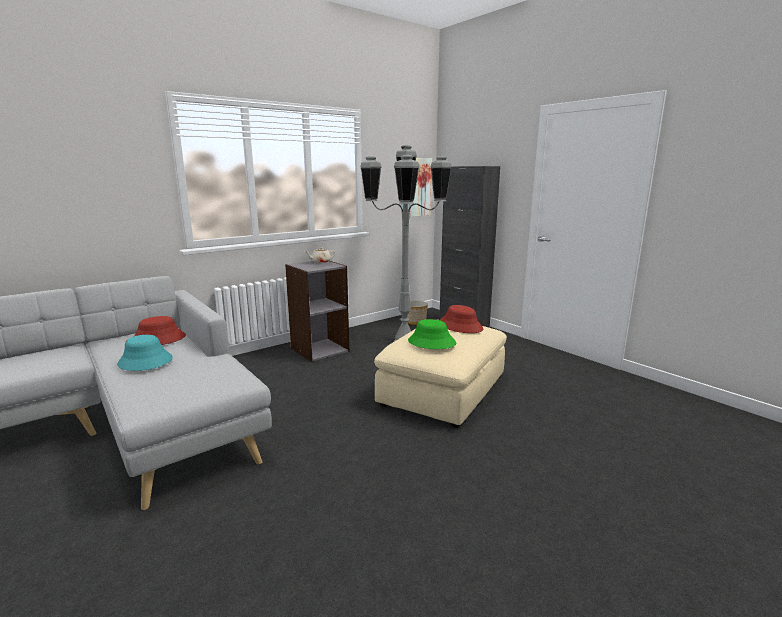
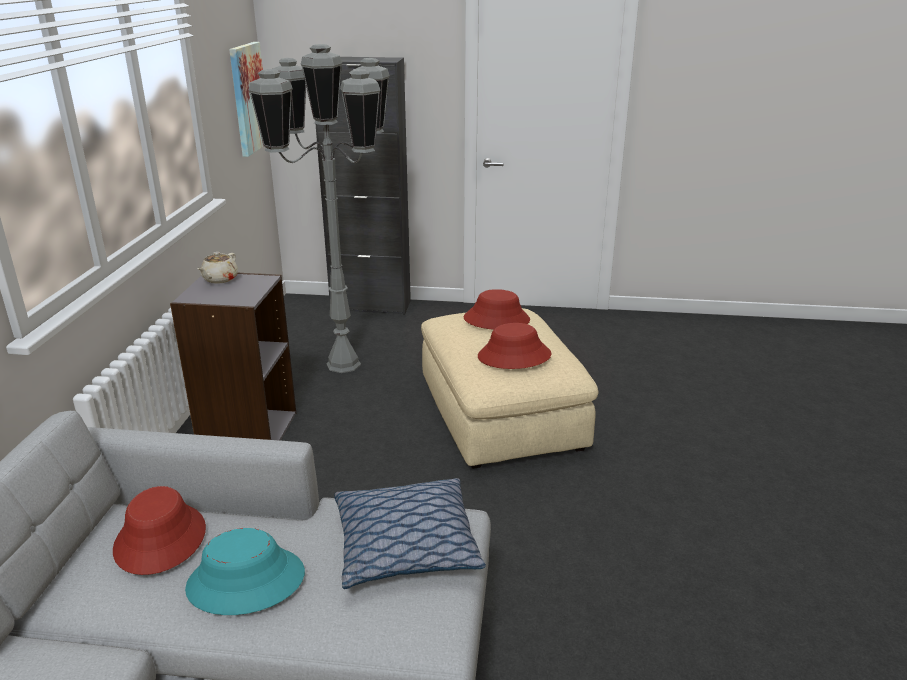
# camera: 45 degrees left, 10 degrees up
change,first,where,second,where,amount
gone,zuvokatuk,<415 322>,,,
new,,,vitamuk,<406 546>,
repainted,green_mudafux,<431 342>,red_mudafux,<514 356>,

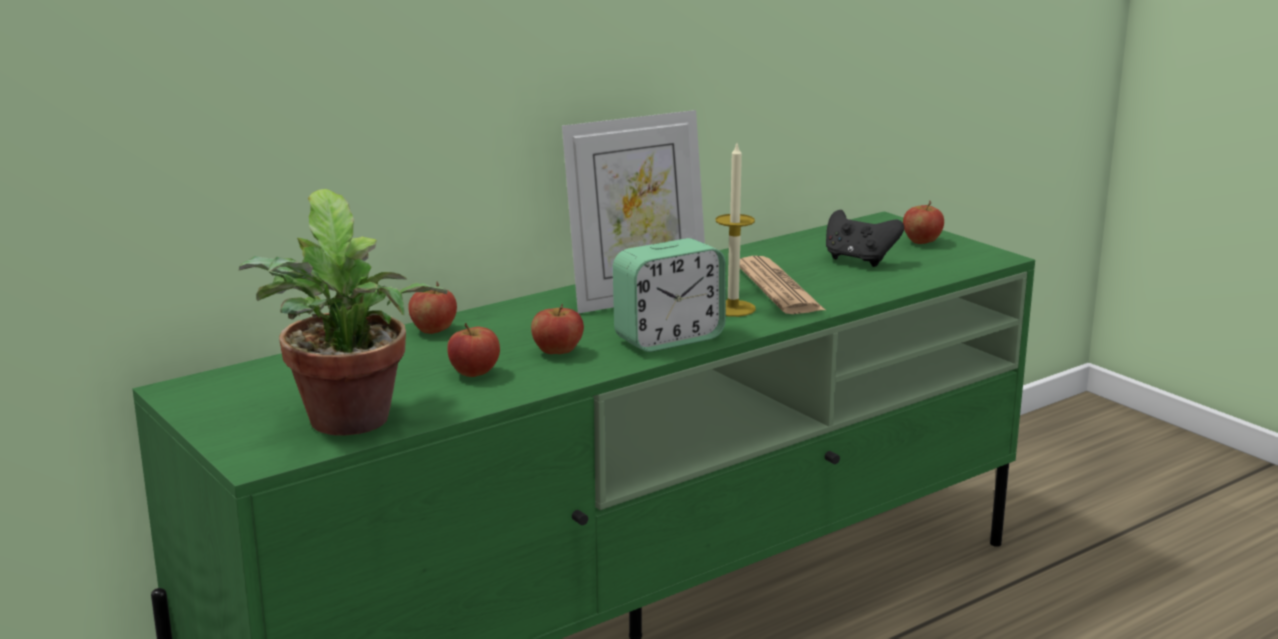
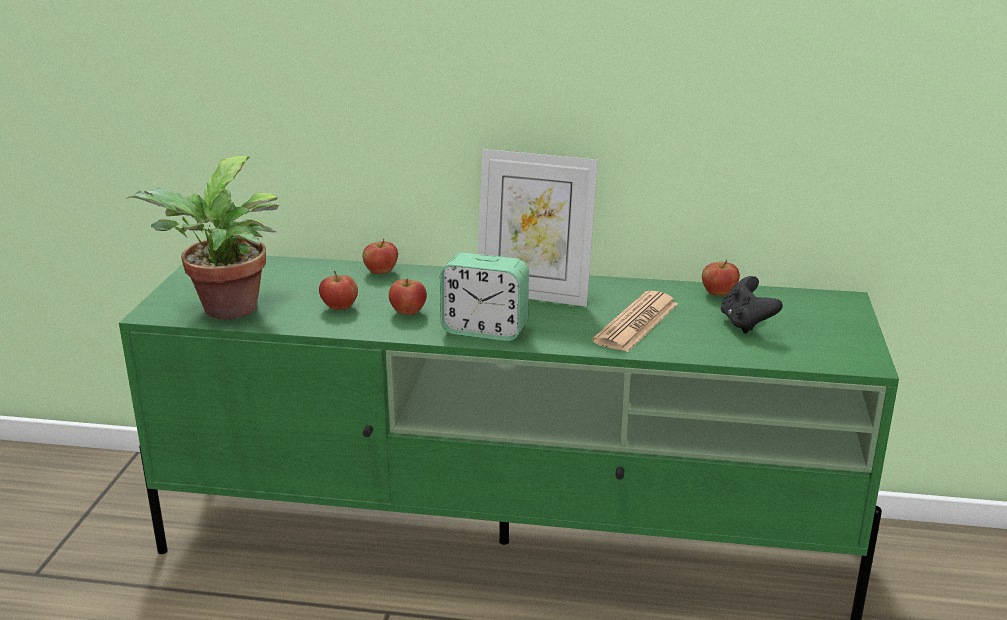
# camera: 45 degrees right, 5 degrees up
change,first,where,second,where,amount
gone,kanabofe,<733 308>,,,
shifted,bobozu,<921 242>,,<718 293>,

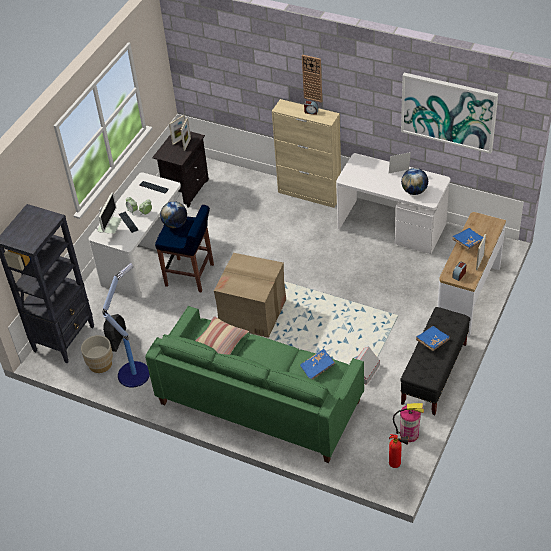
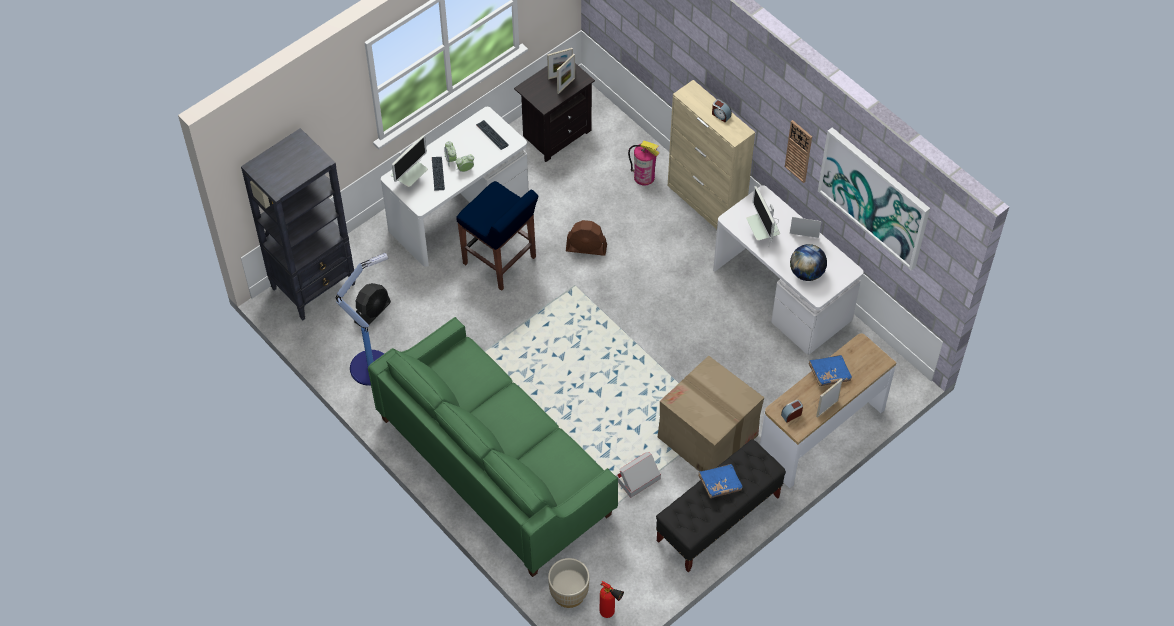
# camera: 20 degrees right, 10 degrees up
change,first,where,second,where,amount
gone,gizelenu,<175 224>,,,
gone,vitamuk,<221 341>,,,
gone,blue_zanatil,<317 368>,,,
new,,,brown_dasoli,<586 248>,
new,,,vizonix,<763 235>,
shifted,beige_zuvokatuk,<100 364>,,<568 593>,
shifted,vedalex,<253 312>,,<708 436>,
shifted,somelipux,<312 78>,,<798 151>,
shifted,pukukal,<409 434>,,<644 177>,

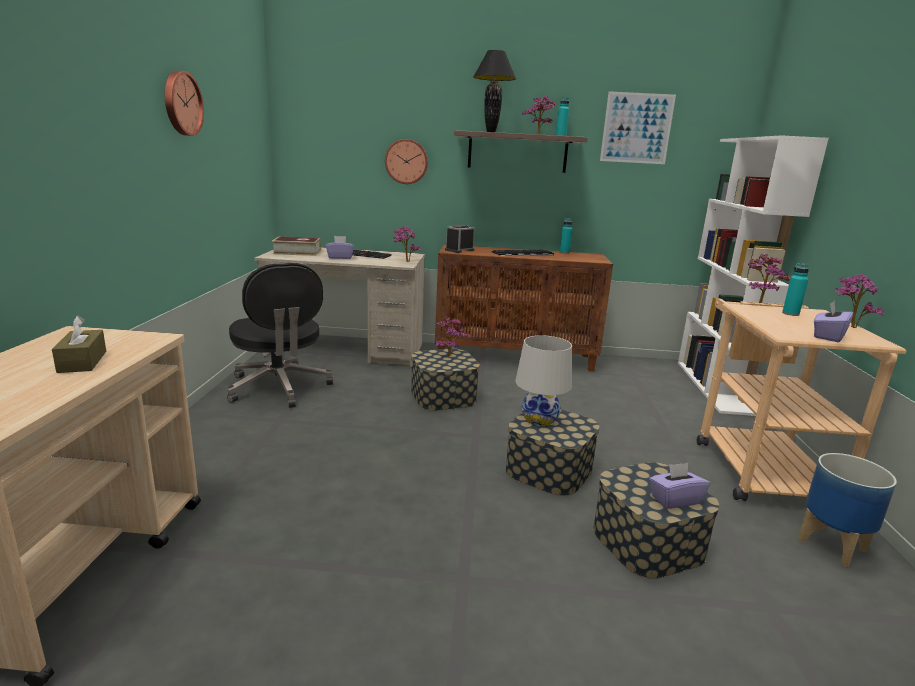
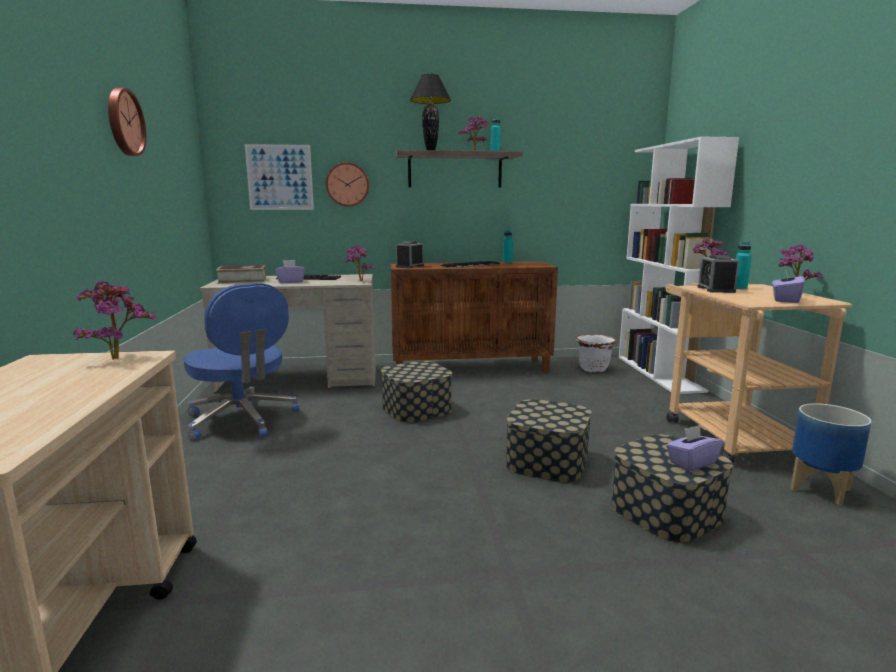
# camera: 10 degrees left, 5 degrees down
change,first,where,second,where,amount
gone,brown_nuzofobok,<82 361>,,,
gone,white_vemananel,<539 419>,,,
new,,,white_zuvokatuk,<593 369>,
new,,,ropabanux,<716 289>,
shifted,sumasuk,<449 355>,,<118 357>,
shifted,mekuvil,<636 128>,,<280 177>,
repainted,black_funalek,<279 388>,blue_funalek,<242 420>,

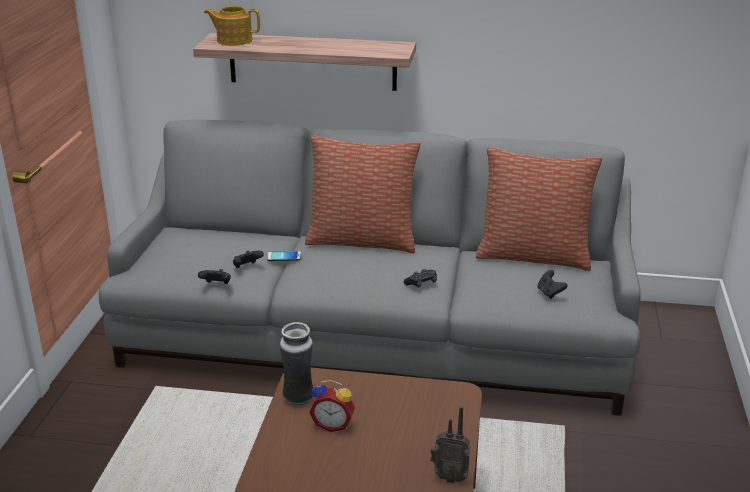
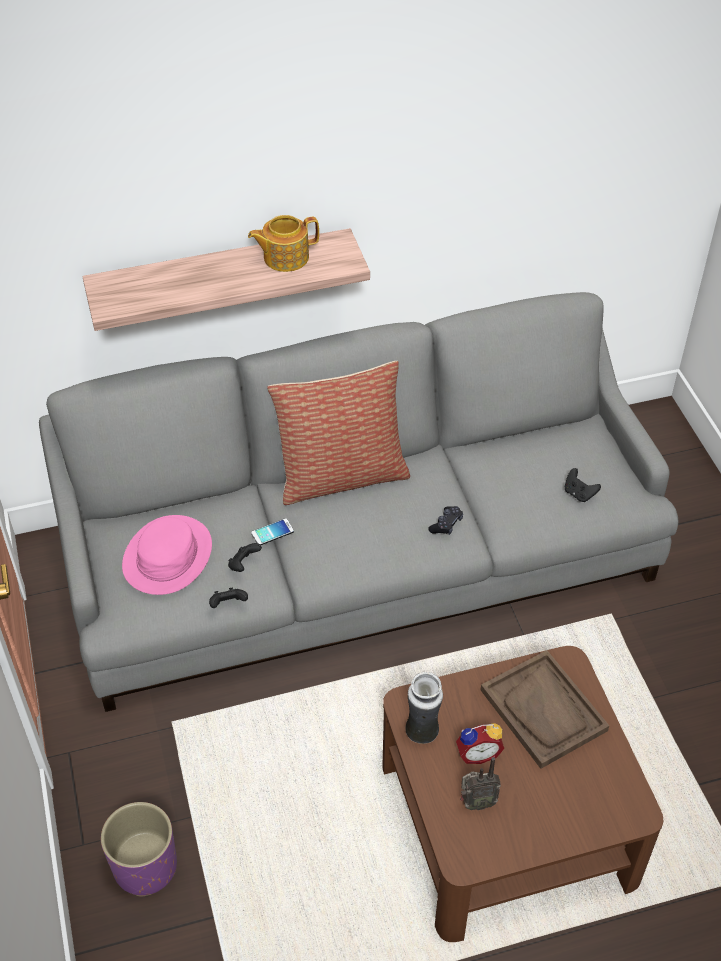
# camera: 25 degrees left, 20 degrees up
change,first,where,second,where,amount
gone,vitamuk,<533 255>,,,
new,,,purple_zuvokatuk,<145 866>,
new,,,pink_mudafux,<167 556>,
new,,,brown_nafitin,<543 710>,
shifted,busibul,<233 40>,,<285 257>,
shifted,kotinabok,<449 477>,,<476 803>,

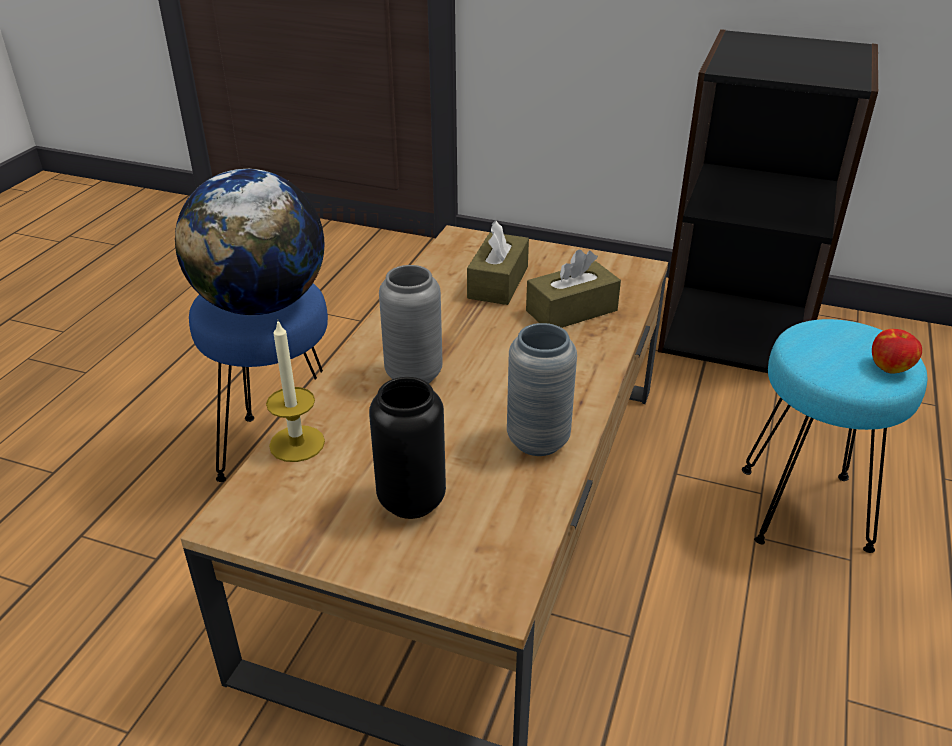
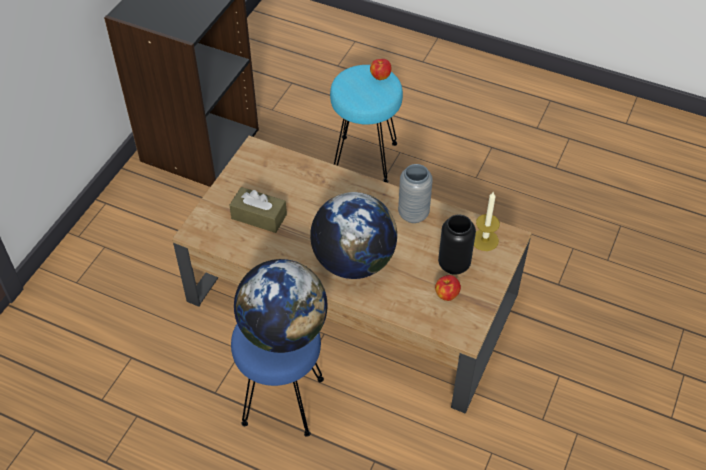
# camera: 85 degrees left, 15 degrees up
change,first,where,second,where,amount
gone,brown_nuzofobok,<571 311>,,,
new,,,bobozu,<446 294>,
shifted,kanabofe,<297 443>,,<485 240>,
swapped,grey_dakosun,<414 375>,gizelenu,<353 261>,

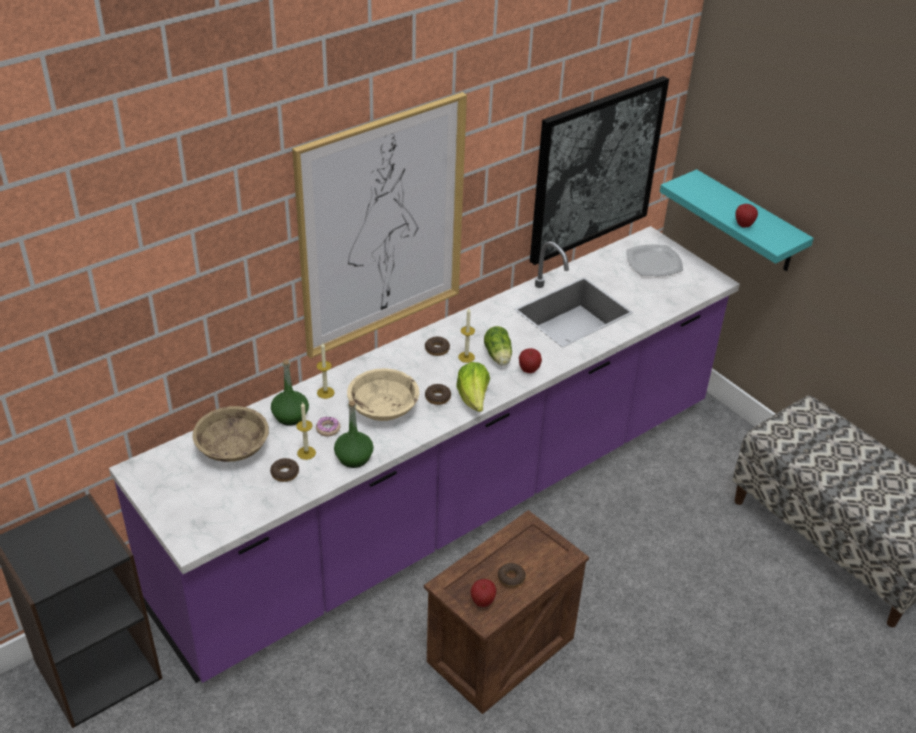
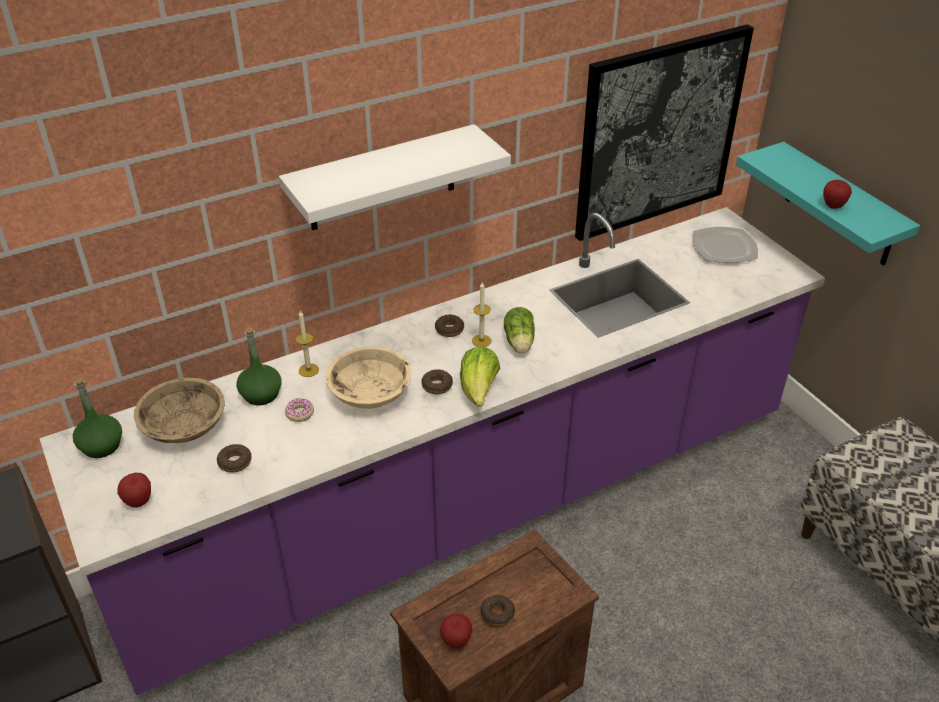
# camera: 10 degrees right, 0 degrees up
change,first,where,second,where,amount
gone,kanabofe,<306 453>,,,
shifted,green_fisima,<354 458>,,<101 446>,
shifted,bobozu,<529 370>,,<139 502>,
swapped,mekuvil,<382 227>,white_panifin,<382 179>,

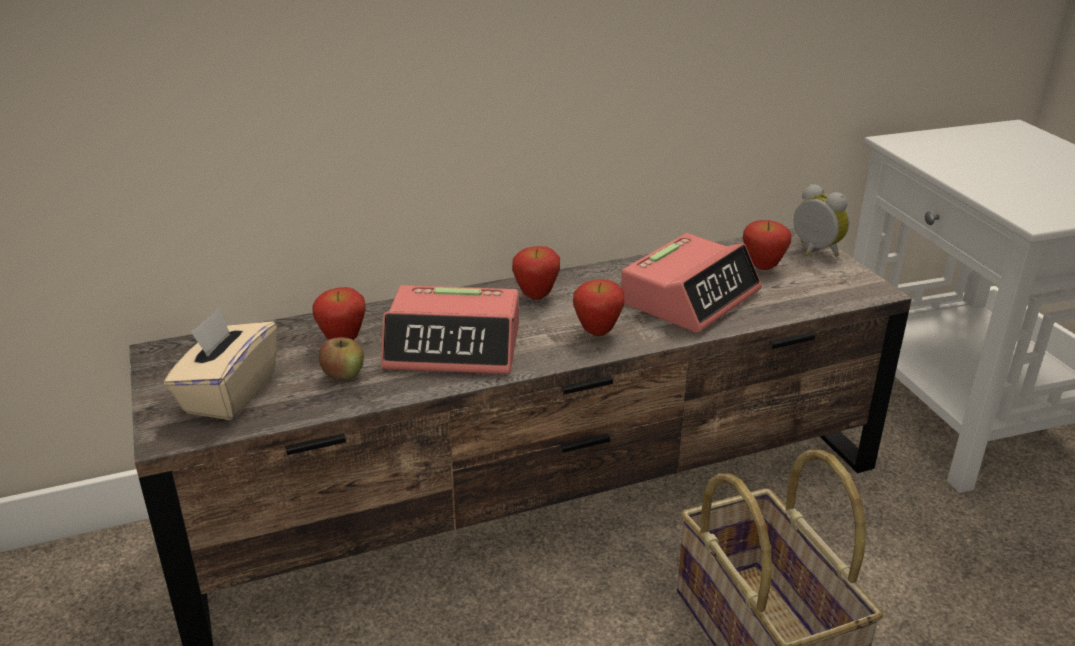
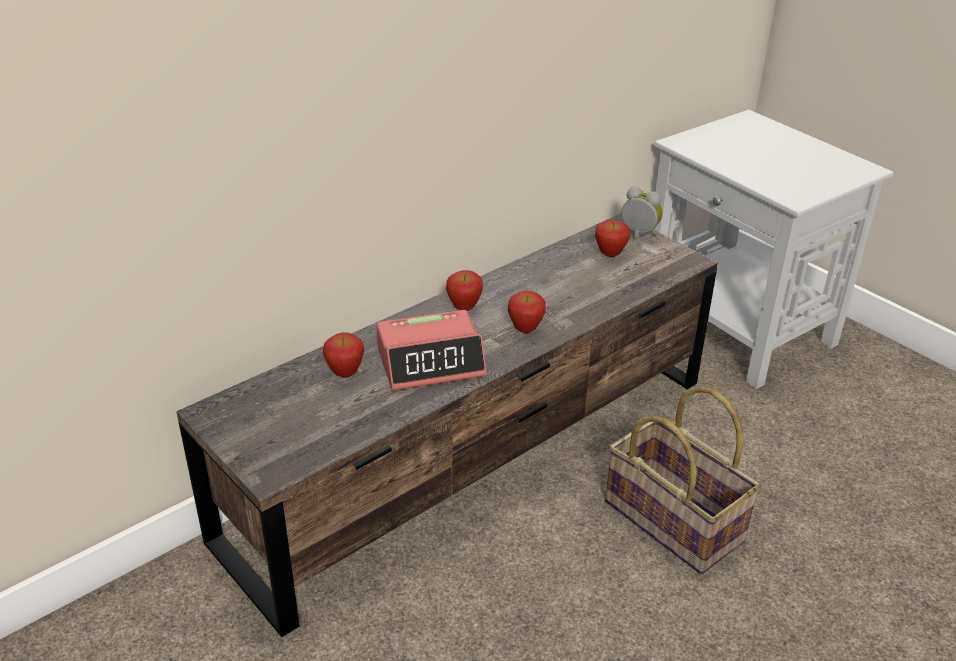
# camera: 20 degrees left, 5 degrees up
change,first,where,second,where,amount
gone,beige_nuzofobok,<229 393>,,,
gone,bobozu,<343 374>,,,
gone,ropabanux,<690 297>,,,

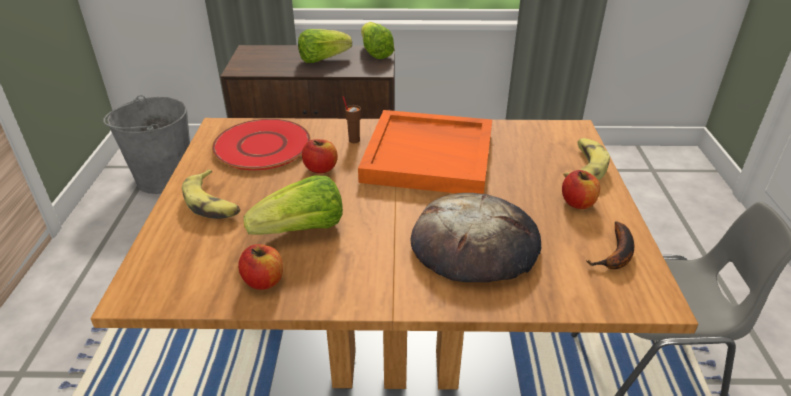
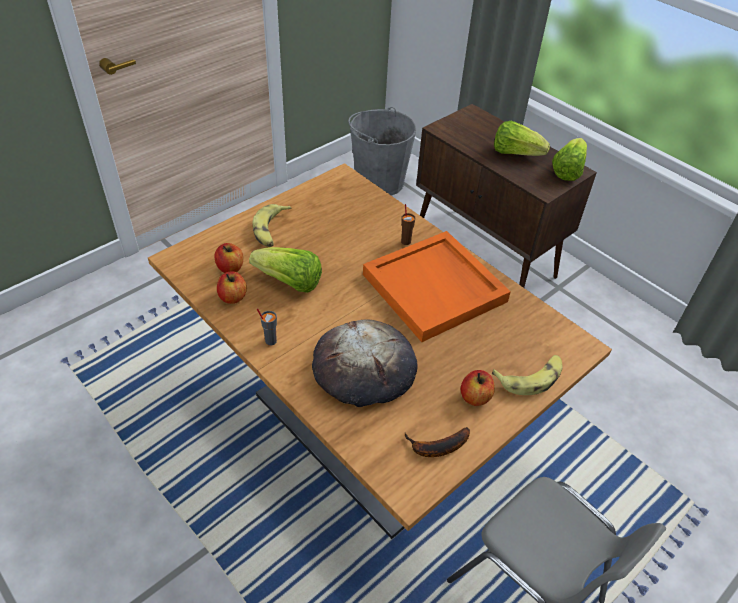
# camera: 45 degrees right, 10 degrees up
change,first,where,second,where,amount
gone,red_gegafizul,<262 145>,,,
new,,,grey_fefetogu,<270 341>,
shifted,bobozu,<321 168>,,<230 268>,

